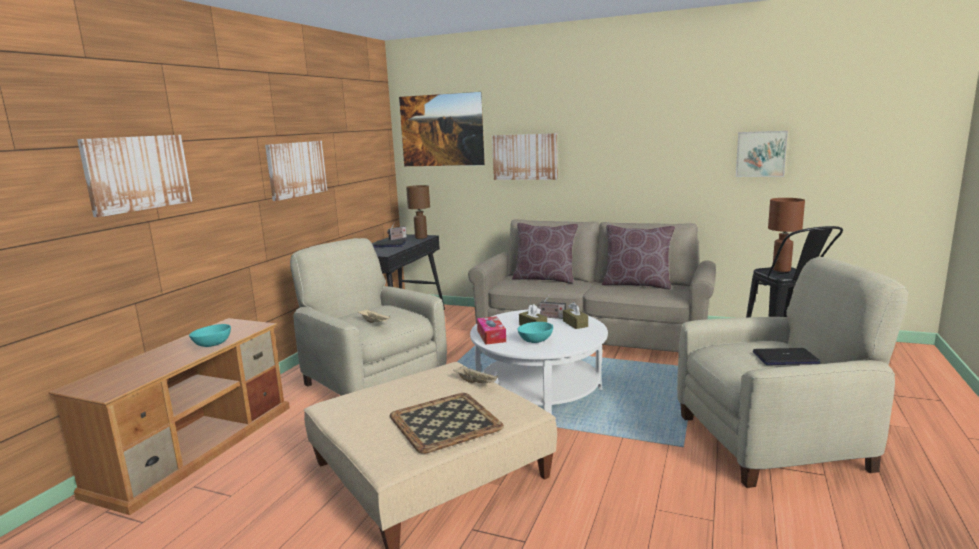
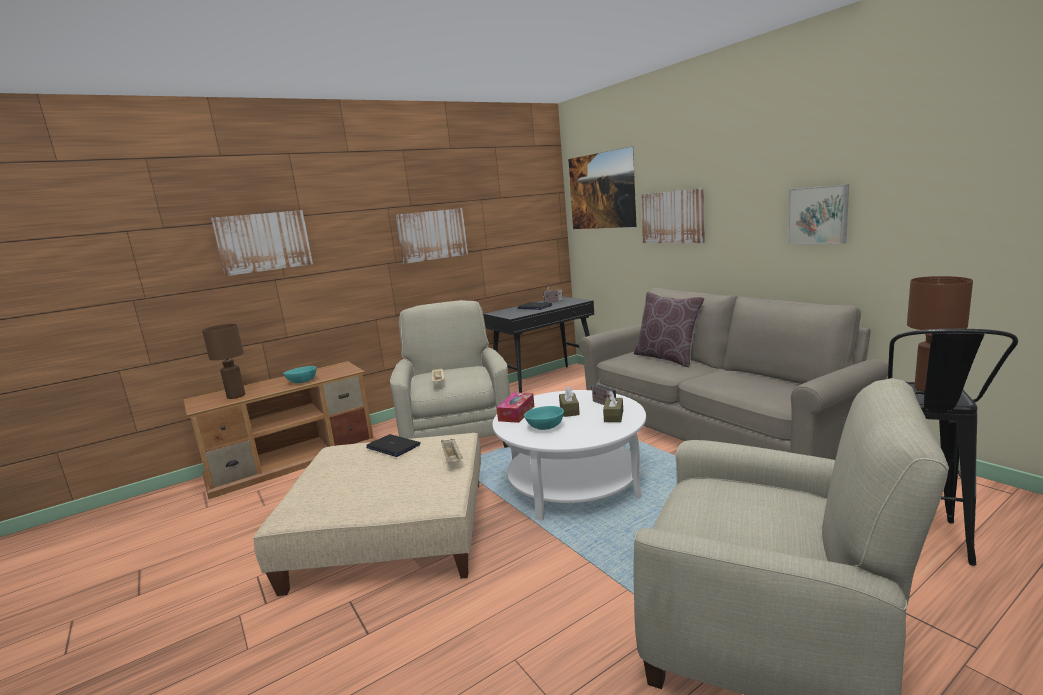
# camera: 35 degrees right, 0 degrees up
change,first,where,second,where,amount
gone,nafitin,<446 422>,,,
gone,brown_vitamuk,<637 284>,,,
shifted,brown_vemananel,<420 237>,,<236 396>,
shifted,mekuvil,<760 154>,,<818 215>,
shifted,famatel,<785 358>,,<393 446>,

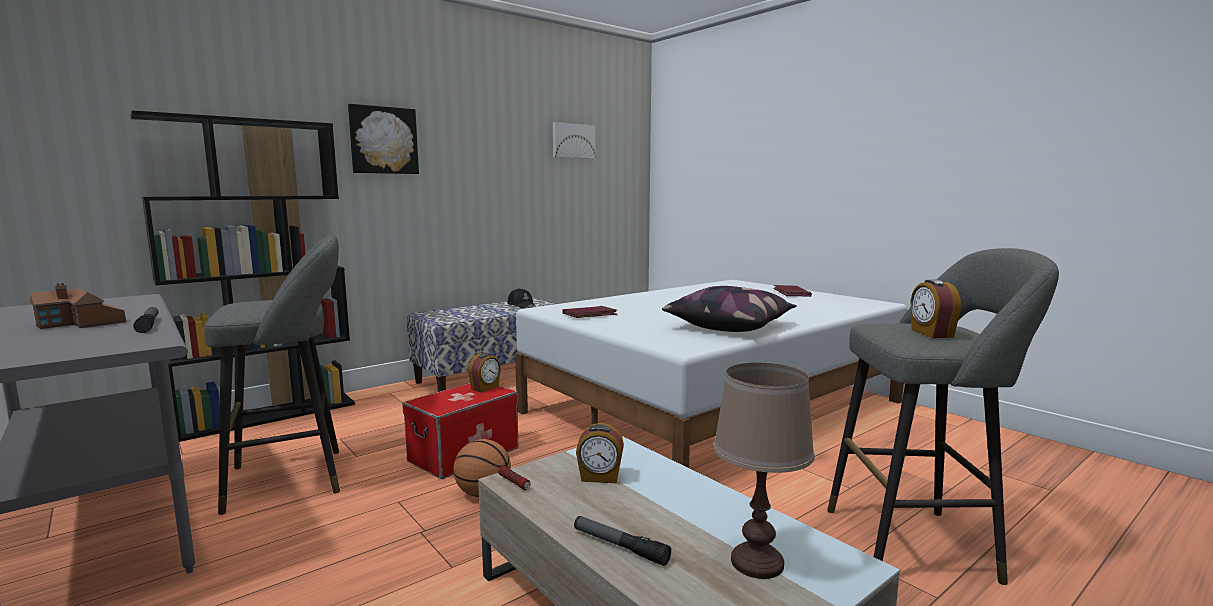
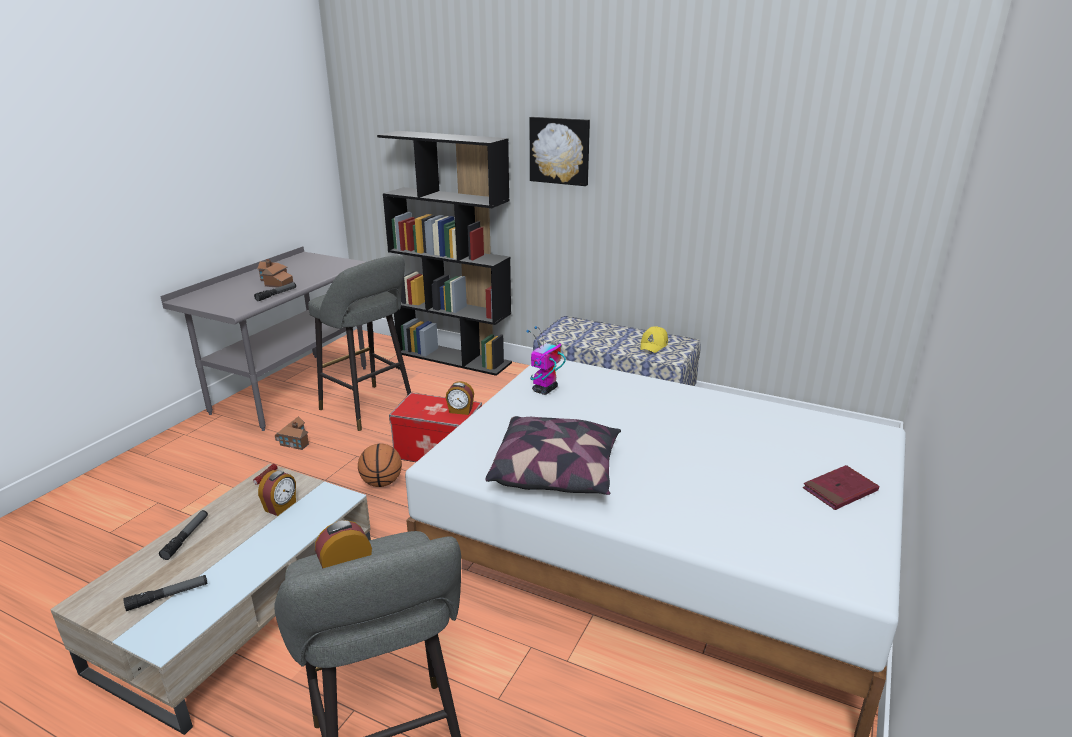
# camera: 65 degrees right, 15 degrees up
change,first,where,second,where,amount
gone,mekuvil,<573 141>,,,
new,,,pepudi,<294 440>,
swapped,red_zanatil,<590 315>,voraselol,<544 390>,
swapped,brown_vemananel,<757 562>,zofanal,<168 596>,
repainted,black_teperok,<521 305>,yellow_teperok,<654 345>,
rotated,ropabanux,<600 477>,,<281 506>,135 degrees counterclockwise

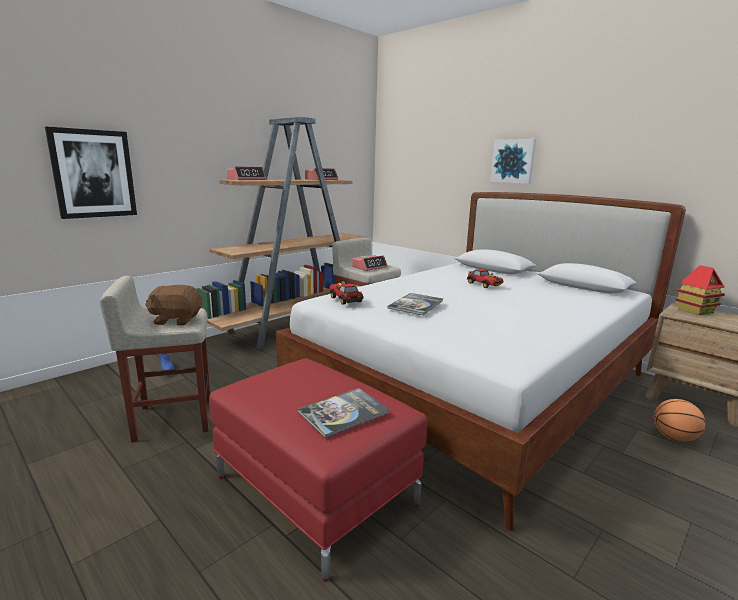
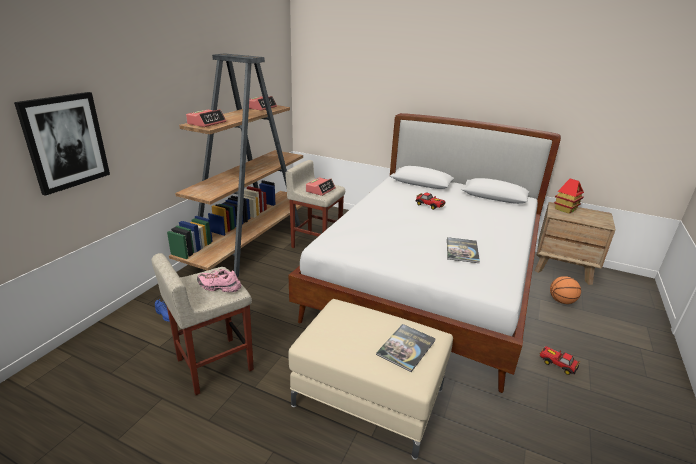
# camera: 20 degrees left, 10 degrees up
change,first,where,second,where,amount
gone,mekuvil,<513 161>,,,
shifted,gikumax,<345 299>,,<557 364>,
shifted,zanatil,<416 305>,,<462 250>,
swapped,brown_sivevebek,<176 320>,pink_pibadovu,<219 287>,
repainted,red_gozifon,<316 489>,beige_gozifon,<369 396>,

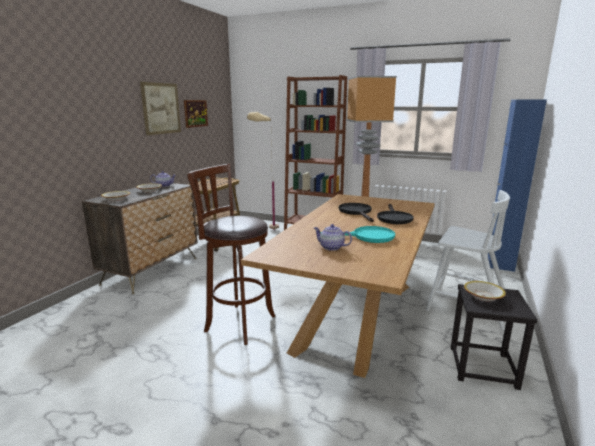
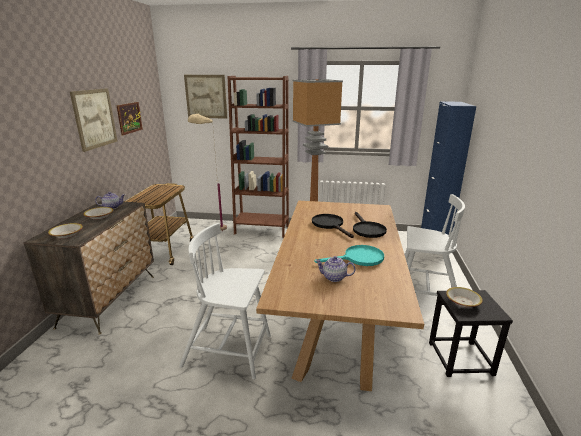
# camera: 15 degrees left, 5 degrees up
change,first,where,second,where,amount
new,,,mekuvil,<206 96>,
swapped,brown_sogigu,<237 322>,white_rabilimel,<229 351>,

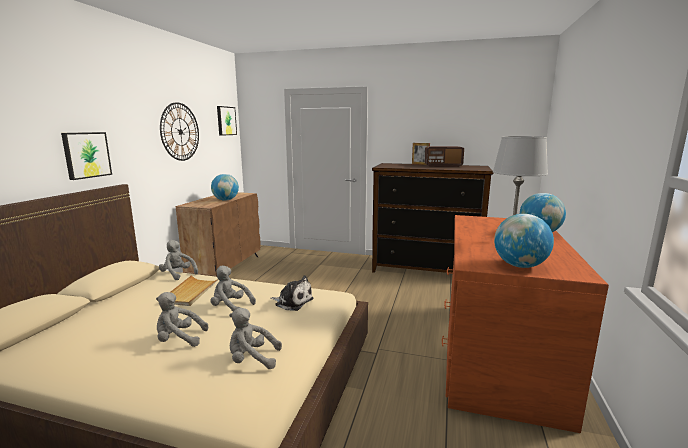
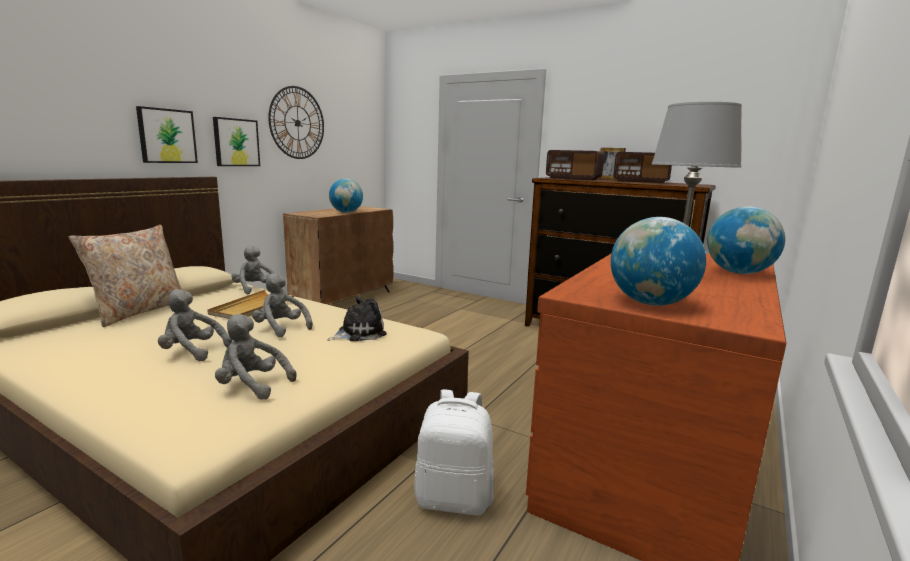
# camera: 15 degrees right, 0 degrees up
change,first,where,second,where,amount
new,,,beige_vitamuk,<139 311>,
new,,,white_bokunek,<454 498>,
new,,,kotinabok,<573 179>,
shifted,mekuvil,<226 121>,,<236 142>,
rotated,sivevebek,<292 302>,,<359 333>,75 degrees counterclockwise

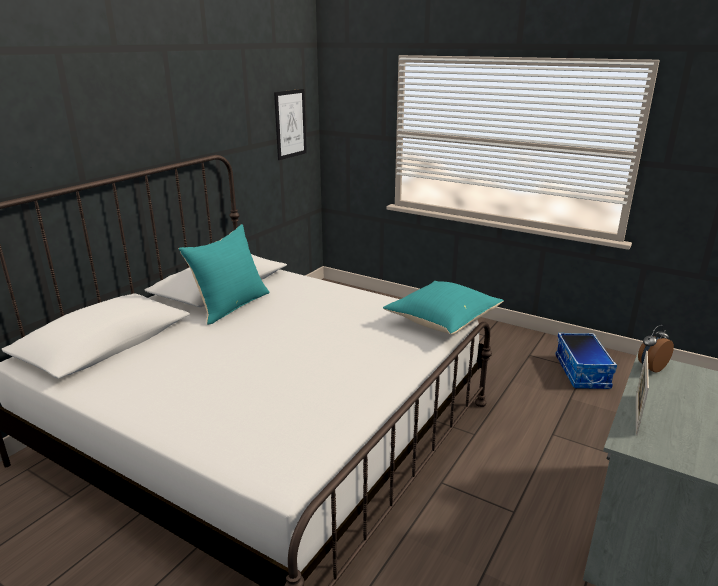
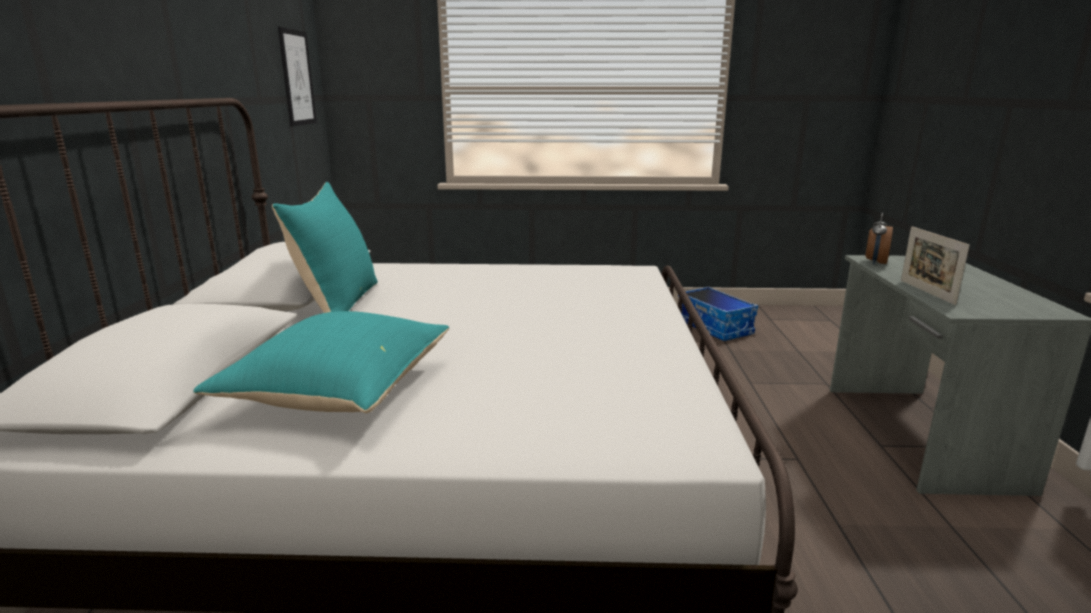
# camera: 30 degrees left, 5 degrees down
change,first,where,second,where,amount
shifted,turquoise_vitamuk,<442 321>,,<340 392>,

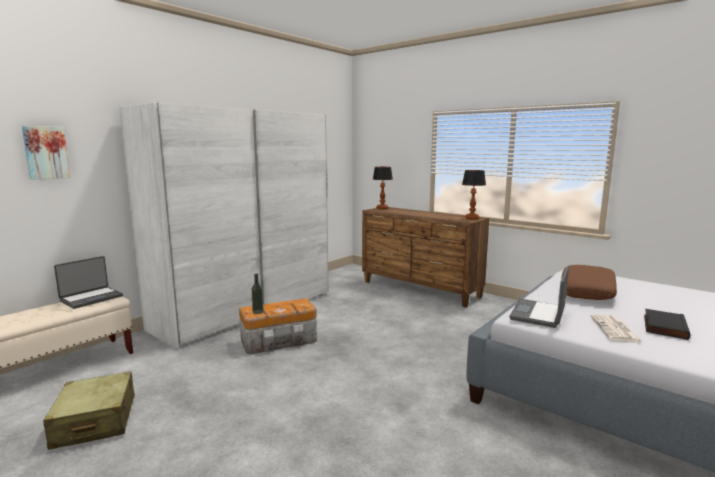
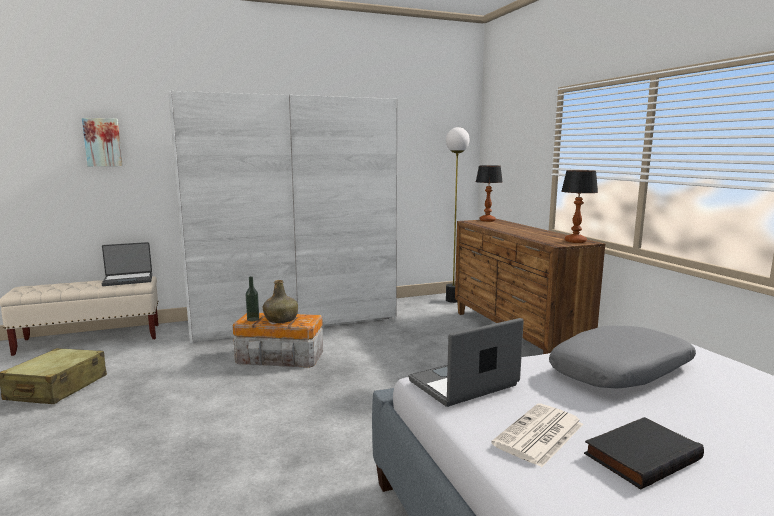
# camera: 30 degrees right, 0 degrees up
change,first,where,second,where,amount
new,,,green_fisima,<281 319>,
new,,,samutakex,<453 300>,
repainted,brown_vitamuk,<587 291>,grey_vitamuk,<621 372>,

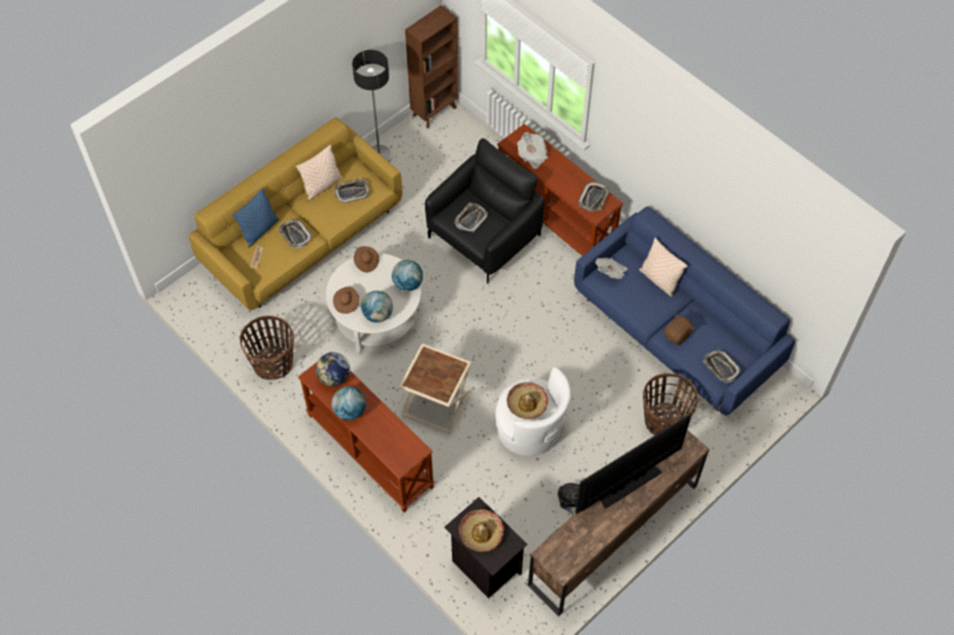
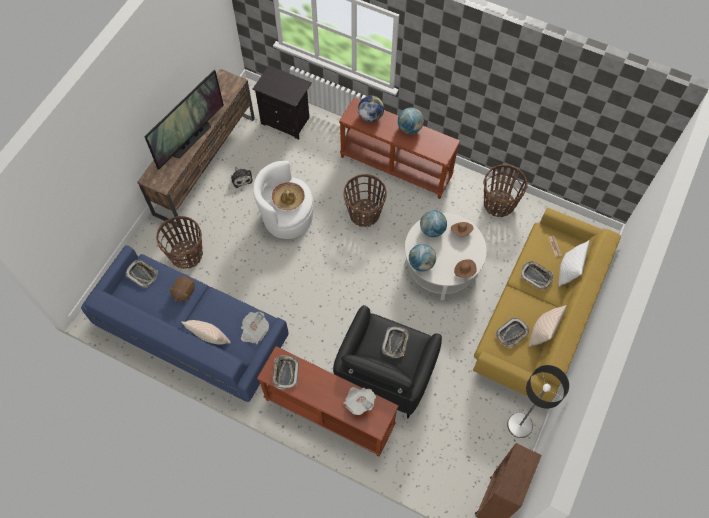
# camera: 160 degrees right, 5 degrees up
change,first,where,second,where,amount
gone,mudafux,<481 533>,,,
shifted,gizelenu,<334 377>,,<370 116>,
swapped,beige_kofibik,<435 403>,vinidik,<364 213>,
repainted,blue_vitamuk,<259 230>,white_vitamuk,<567 271>,

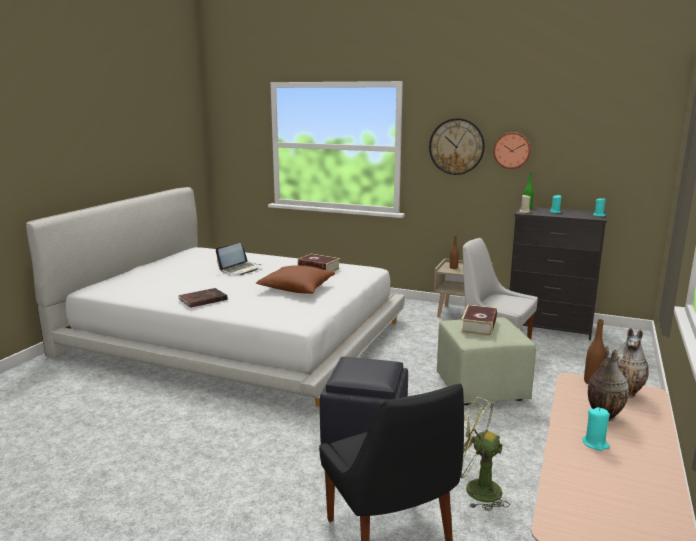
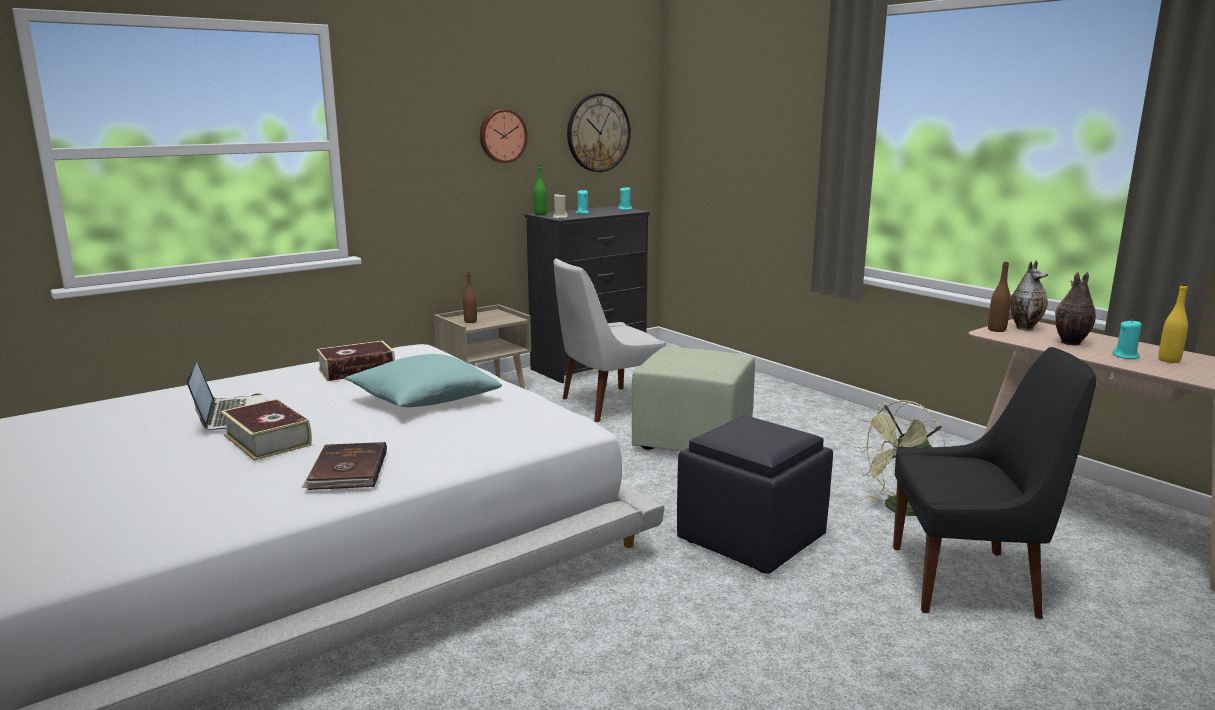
# camera: 60 degrees left, 0 degrees up
change,first,where,second,where,amount
new,,,yellow_fisima,<1169 360>,
shifted,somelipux,<456 146>,,<598 133>,
shifted,zanatil,<478 326>,,<267 440>,
repainted,brown_vitamuk,<296 289>,turquoise_vitamuk,<423 400>,

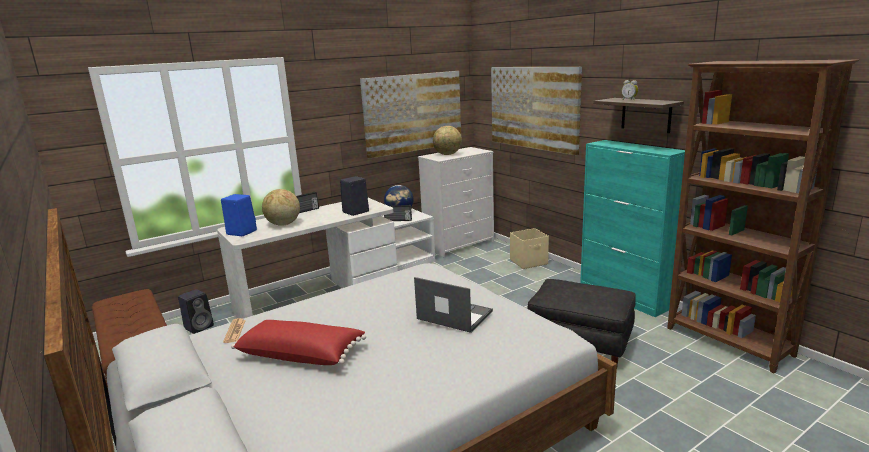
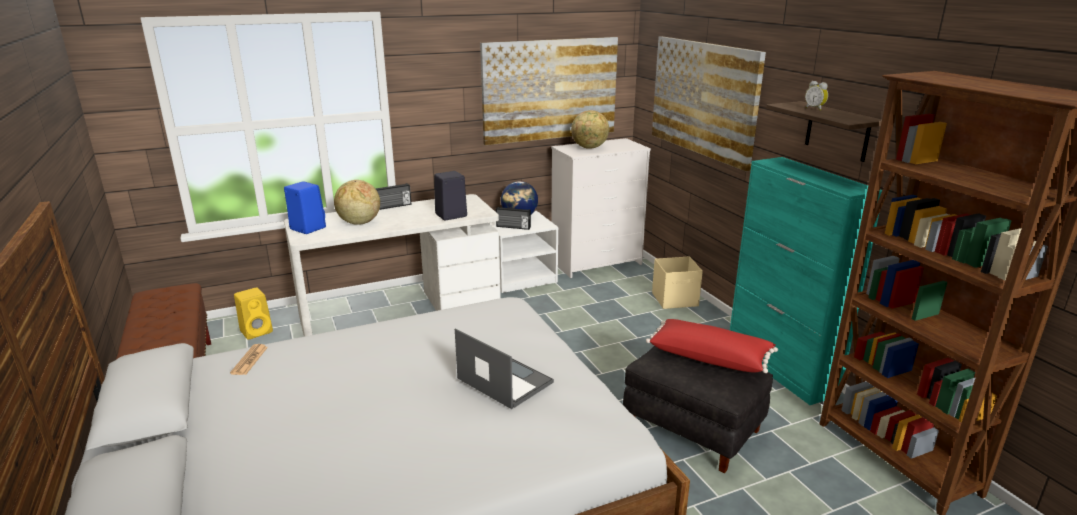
# camera: 10 degrees right, 5 degrees up
change,first,where,second,where,amount
shifted,red_vitamuk,<301 354>,,<710 357>,
repainted,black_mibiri,<199 327>,yellow_mibiri,<257 331>,

